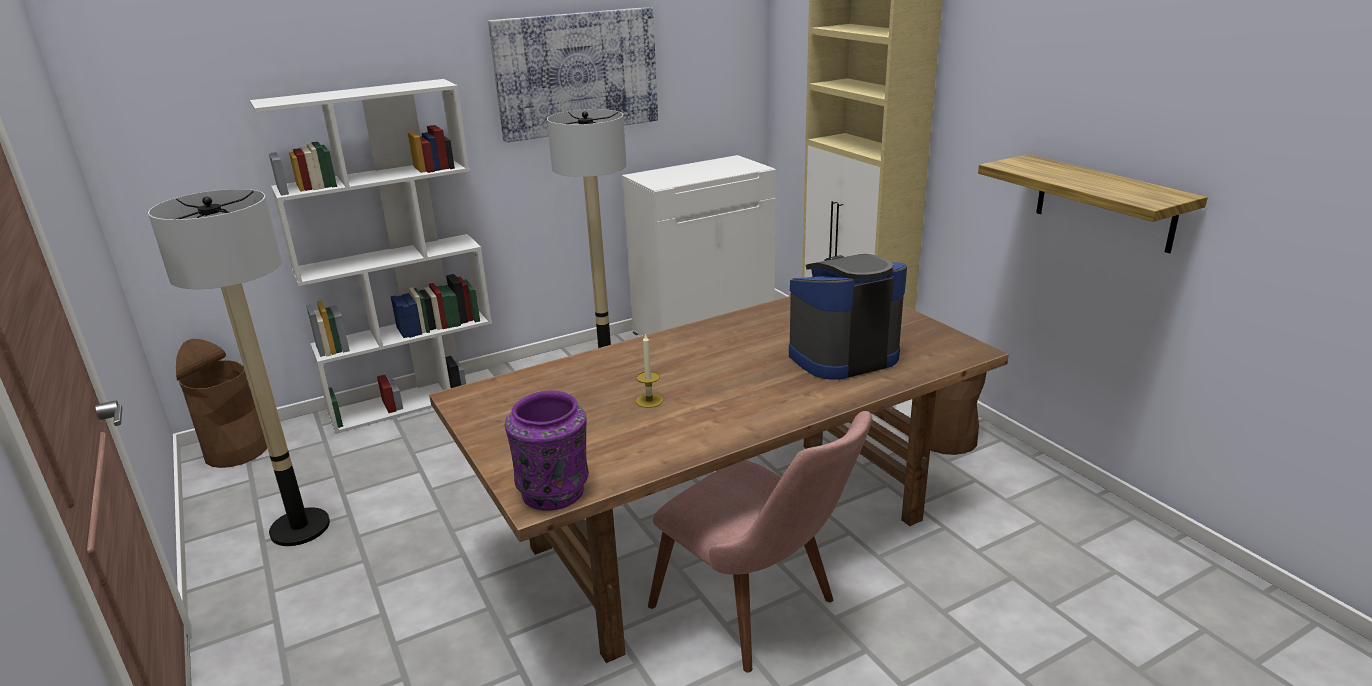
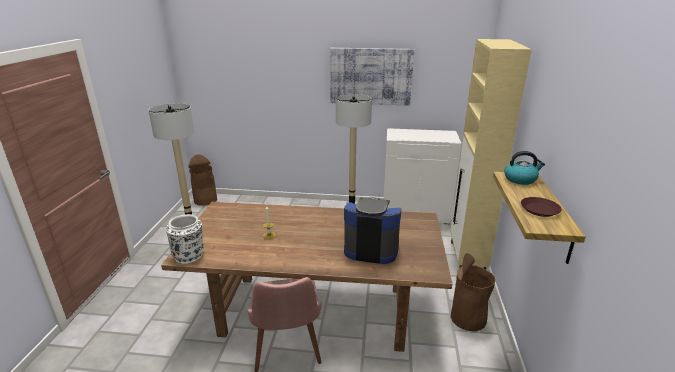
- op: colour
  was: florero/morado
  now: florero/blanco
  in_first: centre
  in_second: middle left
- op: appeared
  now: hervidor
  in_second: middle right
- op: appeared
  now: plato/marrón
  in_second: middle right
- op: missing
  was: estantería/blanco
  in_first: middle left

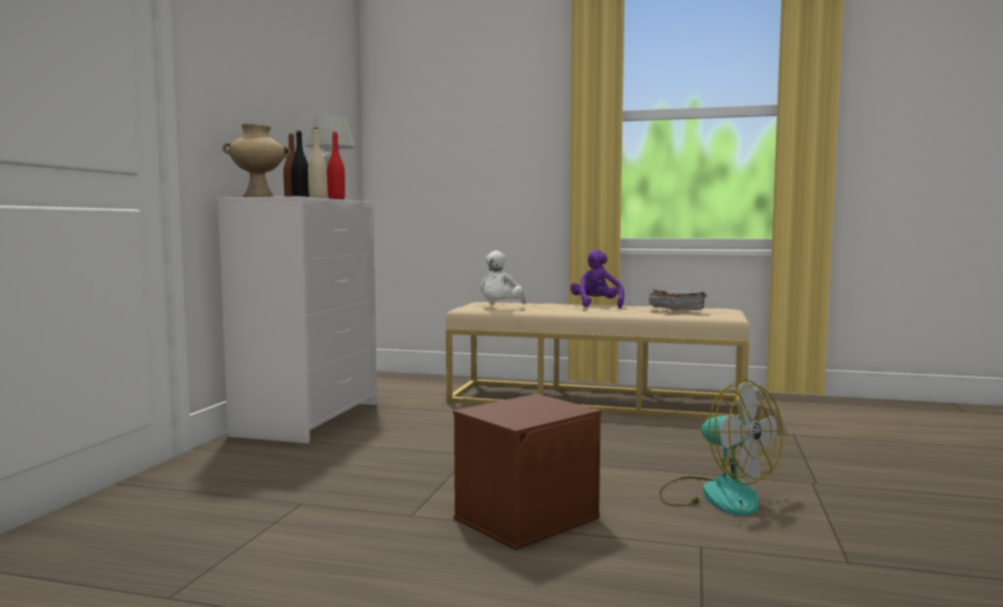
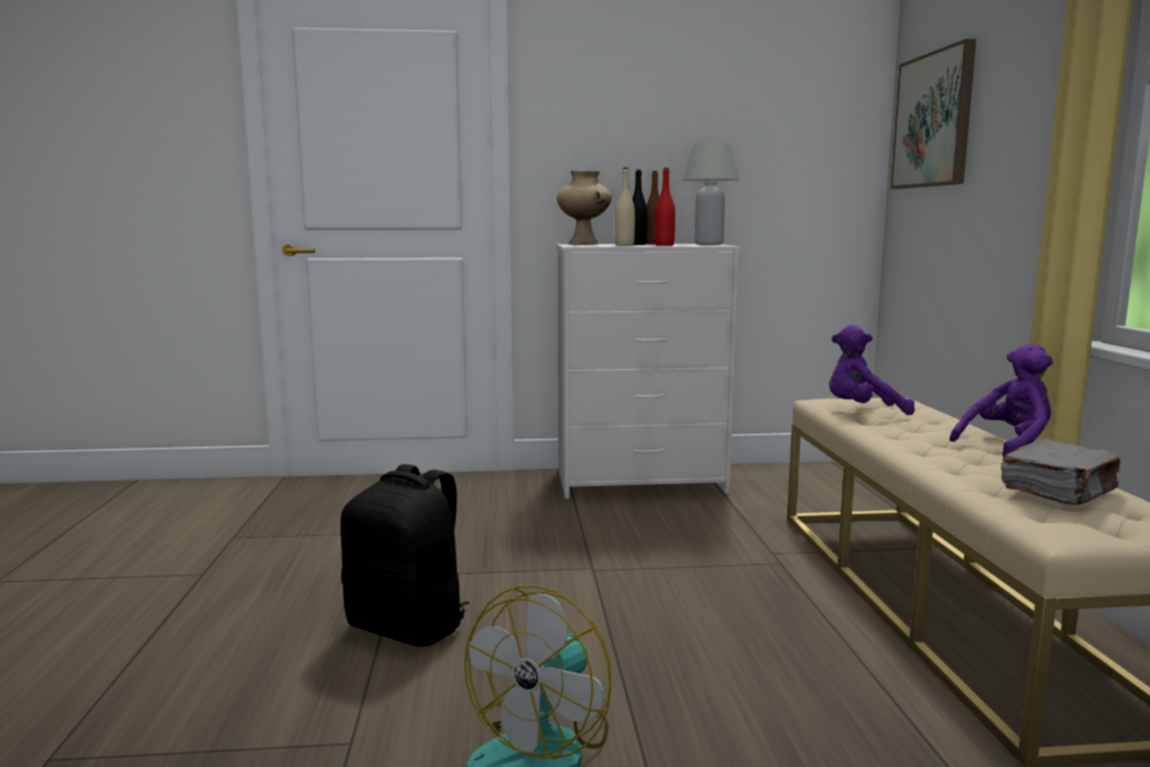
- op: exchanged
  was: caja de almacenaje/marrón
  now: mochila/negro
  in_first: bottom centre
  in_second: bottom centre
- op: colour
  was: peluche/blanco
  now: peluche/morado (no. 1 from left)
  in_first: centre
  in_second: middle right
- op: appeared
  now: cuadro
  in_second: top right

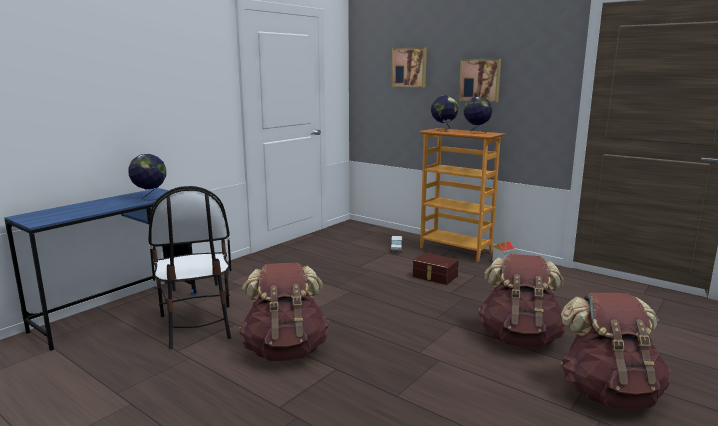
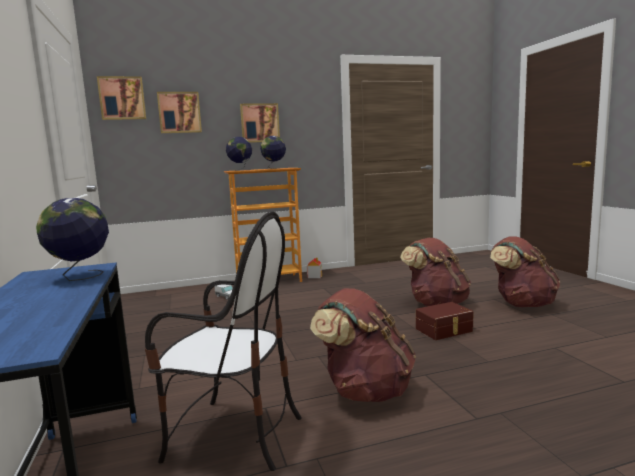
- op: appeared
  now: cuadro (no. 1 from left)
  in_second: top left
- op: relocated
  was: caja de almacenaje/marrón
  in_first: centre
  in_second: bottom right

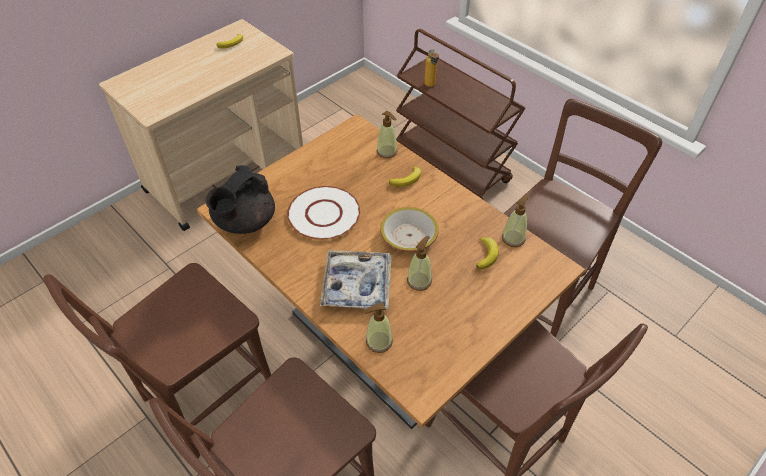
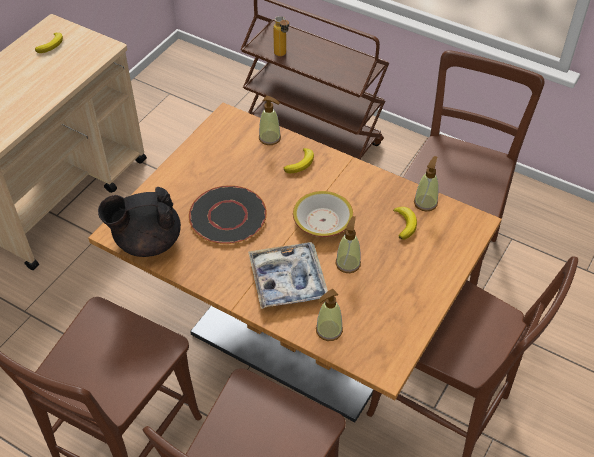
- op: spun
  was: tetera/negro
  in_first: middle left
  in_second: middle left
  clockwise: 60
- op: colour
  was: plato/blanco
  now: plato/negro
  in_first: centre
  in_second: centre

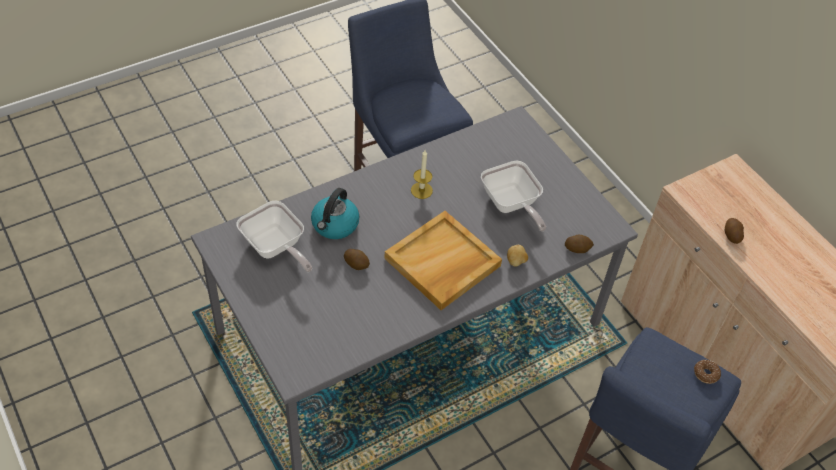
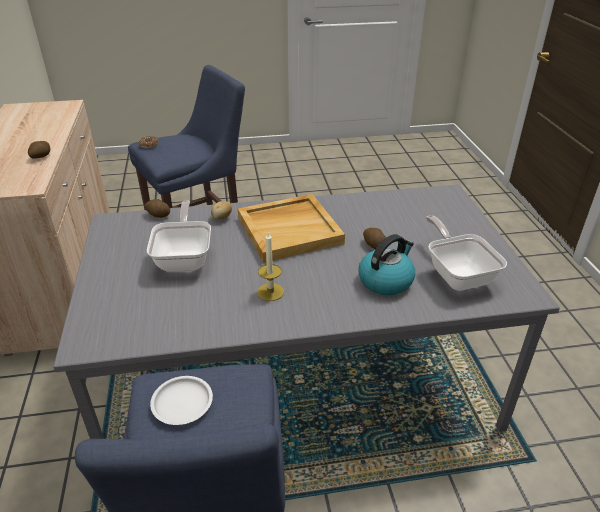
- op: appeared
  now: plato/blanco
  in_second: bottom left

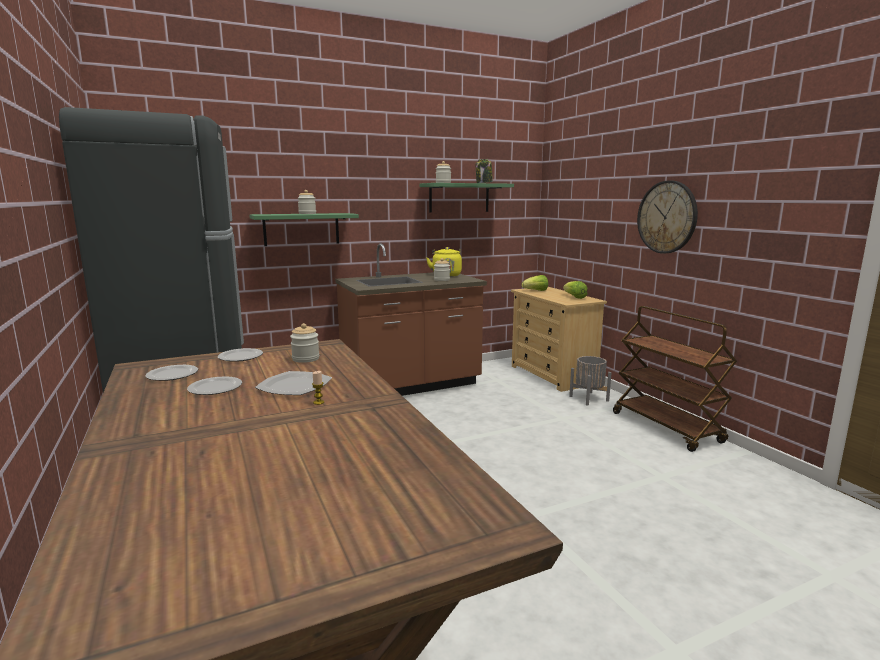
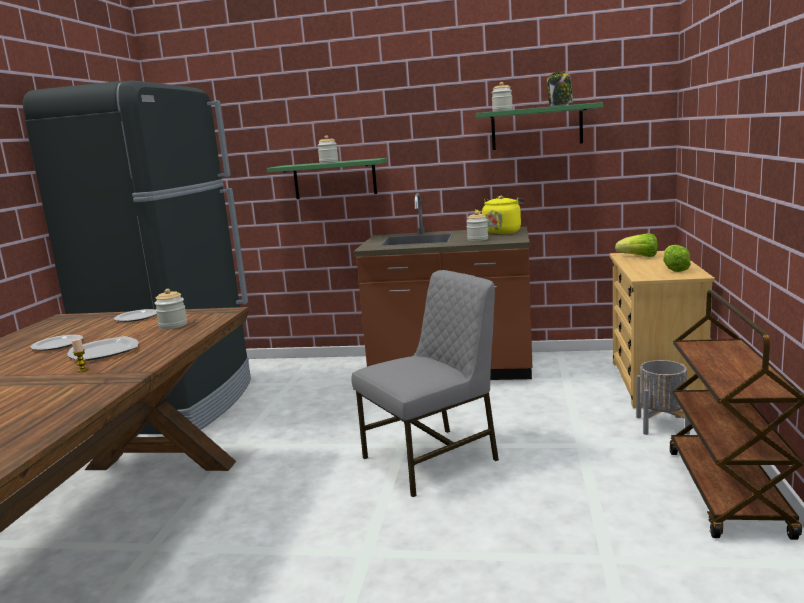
- op: appeared
  now: silla/gris
  in_second: centre
- op: missing
  was: plato (no. 1 from left)
  in_first: middle left
- op: missing
  was: reloj de pared
  in_first: top right

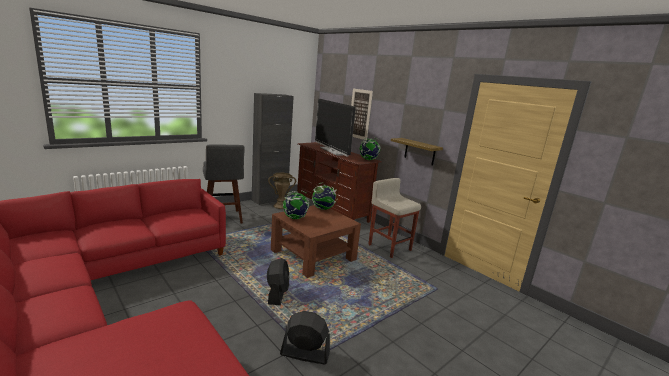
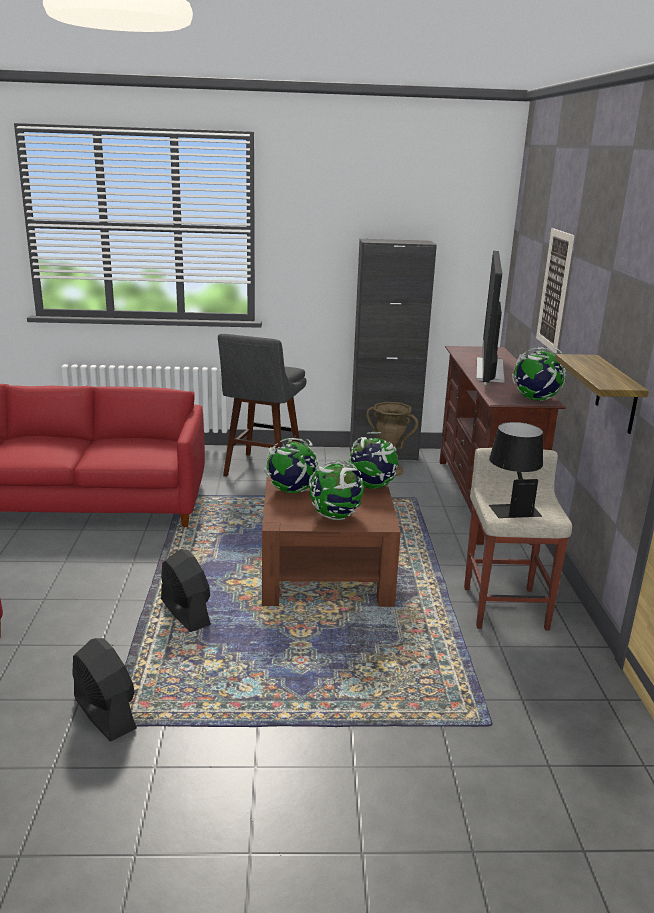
- op: spun
  was: ventilador/negro (no. 1 from left in the first image)
  in_first: bottom centre
  in_second: middle left
  clockwise: -75
- op: appeared
  now: globo terráqueo (no. 2 from left)
  in_second: centre
- op: appeared
  now: lámpara de mesa/negro
  in_second: middle right

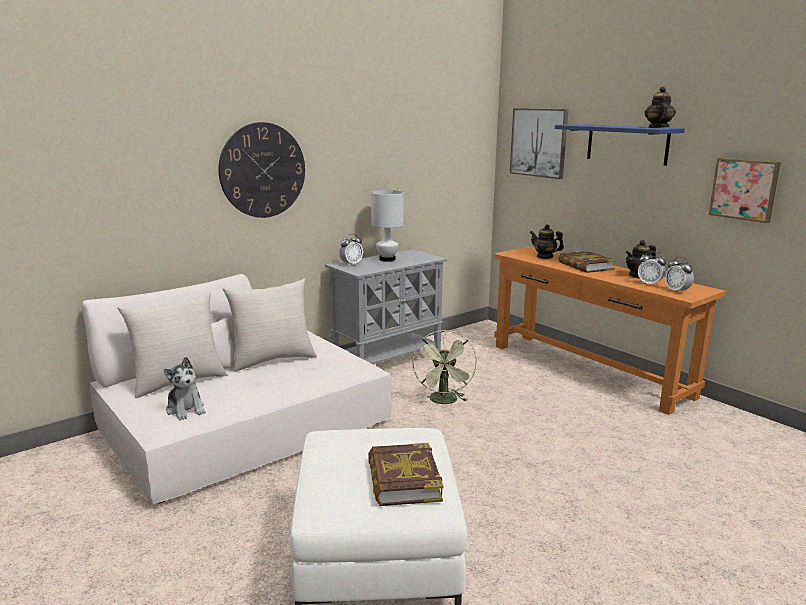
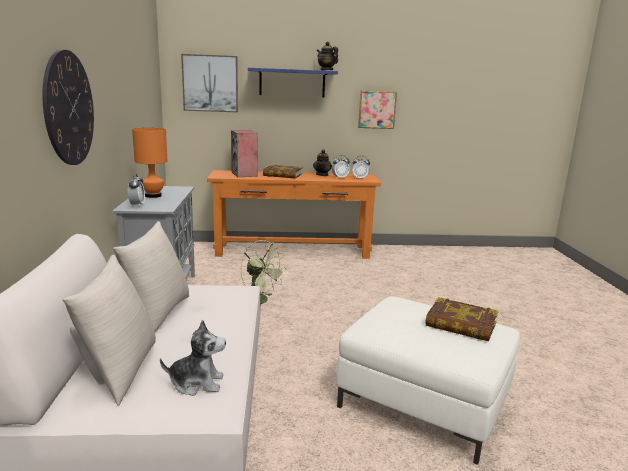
- op: colour
  was: lámpara de mesa/blanco
  now: lámpara de mesa/naranja
  in_first: centre
  in_second: middle left
- op: exchanged
  was: tetera (no. 1 from left)
  now: altavoz
  in_first: middle right
  in_second: top centre

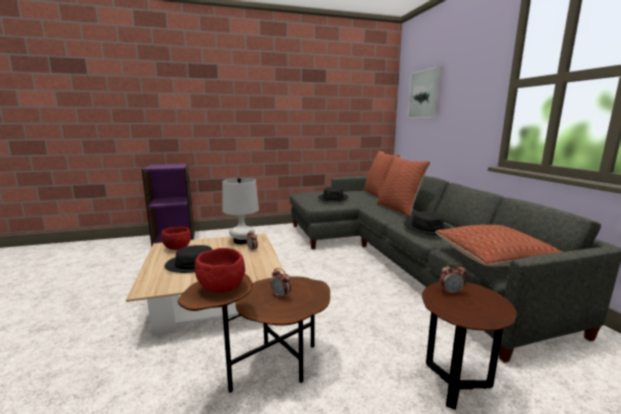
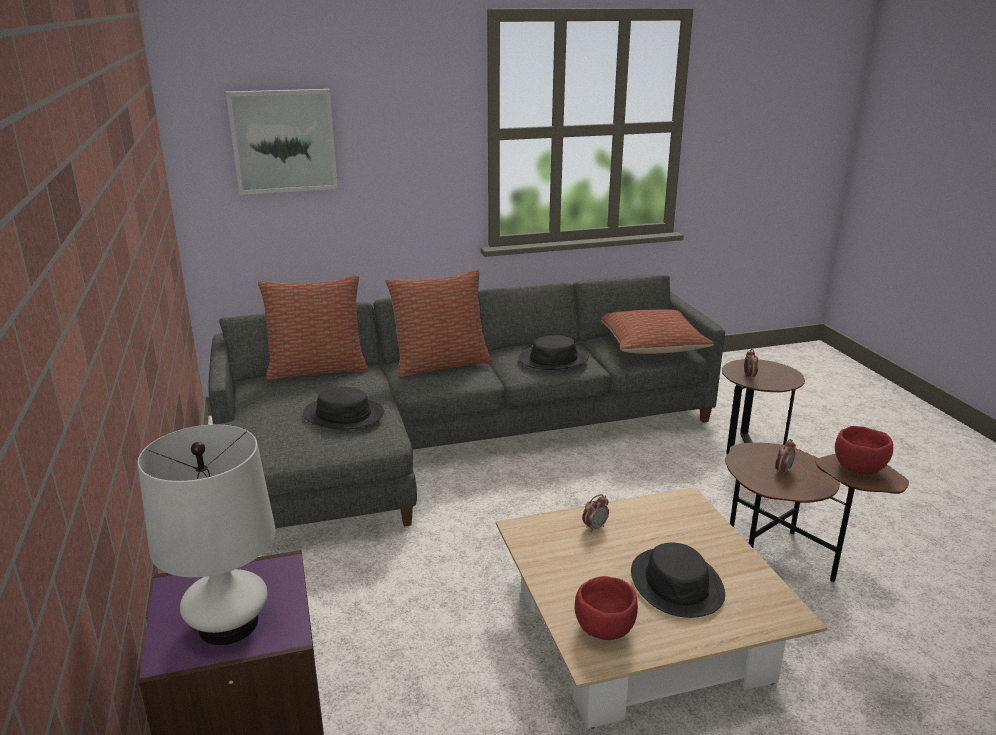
- op: relocated
  was: lámpara de mesa/blanco
  in_first: centre
  in_second: bottom left

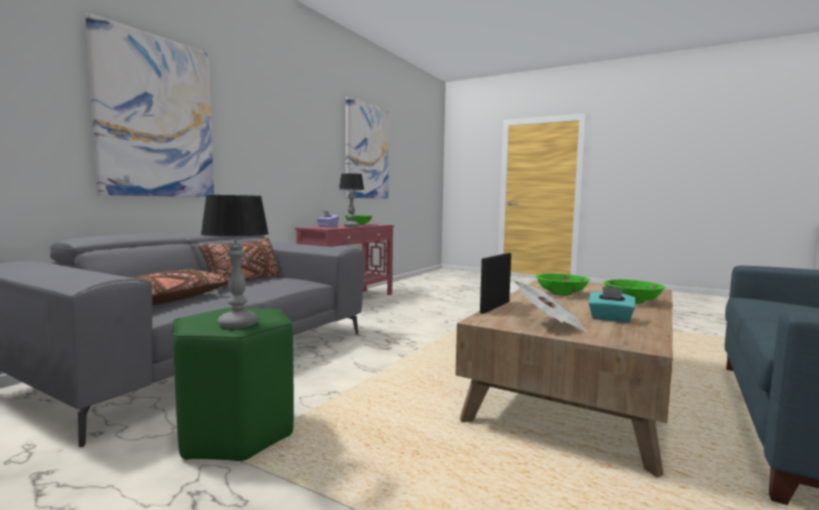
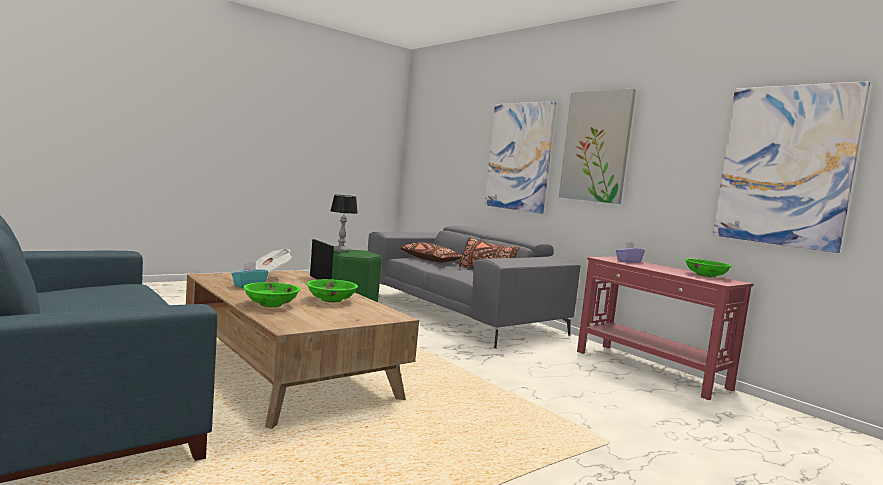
- op: appeared
  now: cuadro (no. 2 from left)
  in_second: top right
- op: missing
  was: lámpara de mesa (no. 2 from left)
  in_first: centre

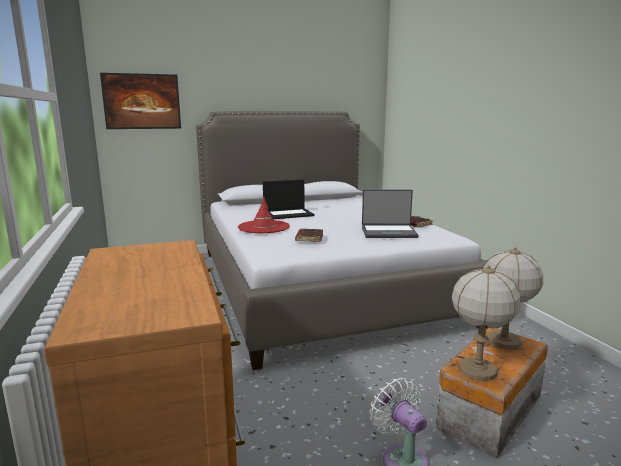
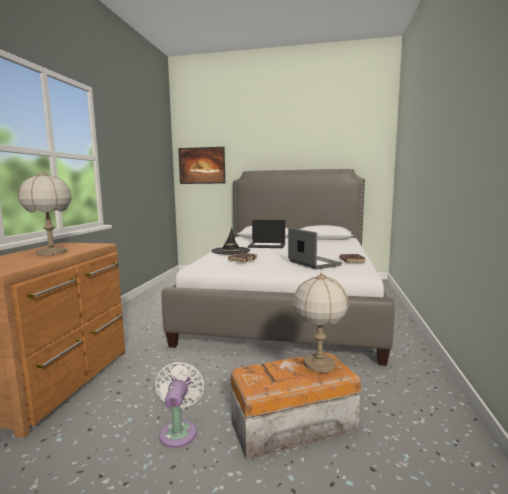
- op: relocated
  was: lámpara de mesa (no. 1 from left)
  in_first: bottom right
  in_second: middle left
- op: colour
  was: sombrero/rojo
  now: sombrero/negro
  in_first: centre
  in_second: centre
- op: spun
  was: portátil (no. 2 from left)
  in_first: centre
  in_second: centre
  clockwise: -150

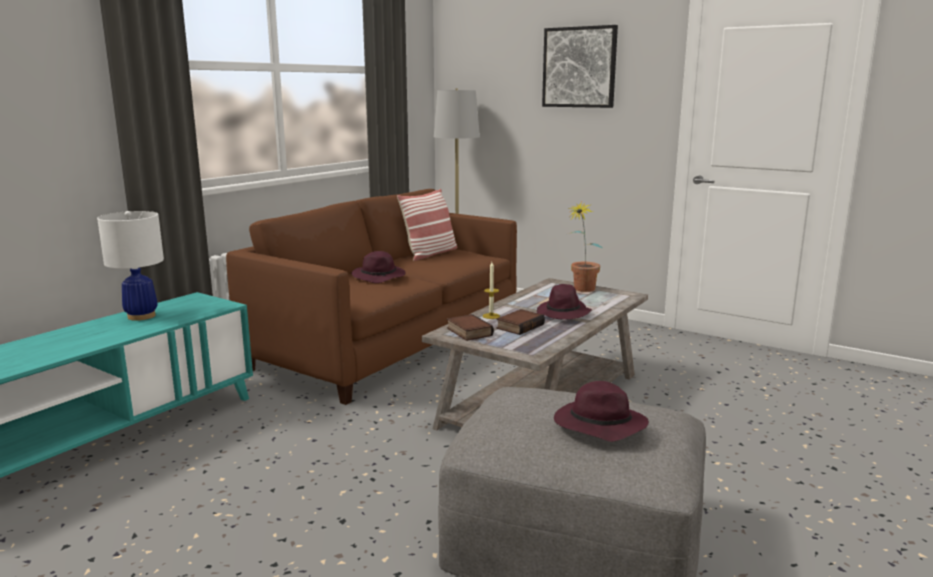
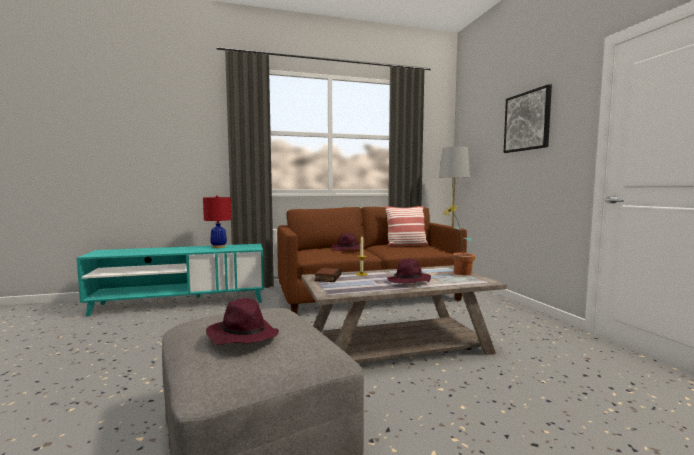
- op: colour
  was: lámpara de mesa/blanco
  now: lámpara de mesa/rojo
  in_first: middle left
  in_second: middle left
- op: missing
  was: libro (no. 2 from left)
  in_first: centre

